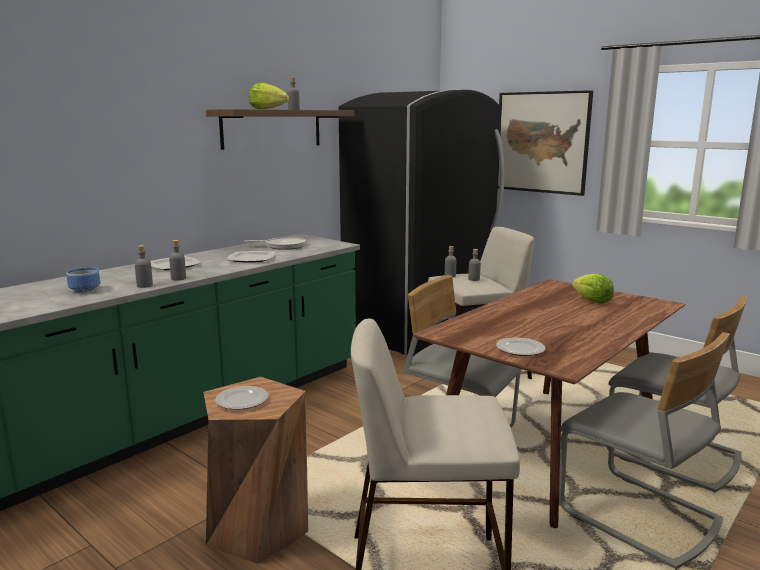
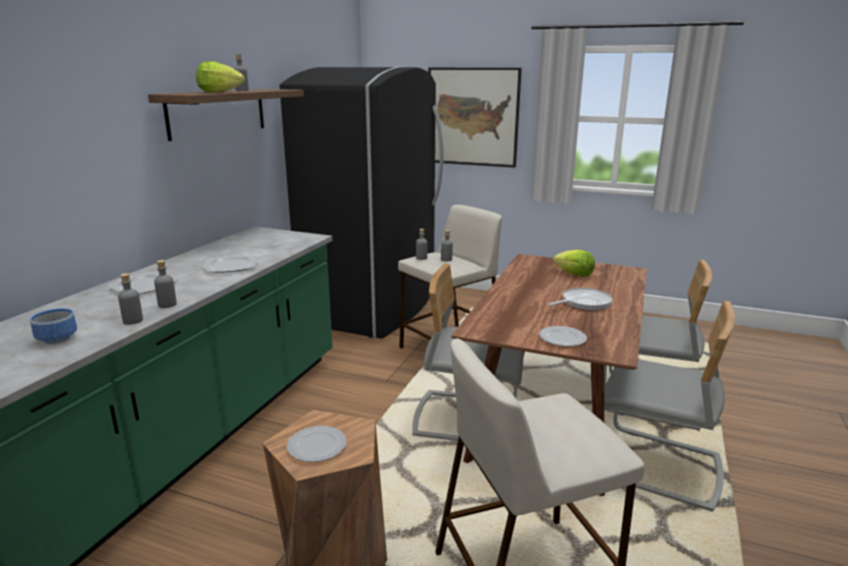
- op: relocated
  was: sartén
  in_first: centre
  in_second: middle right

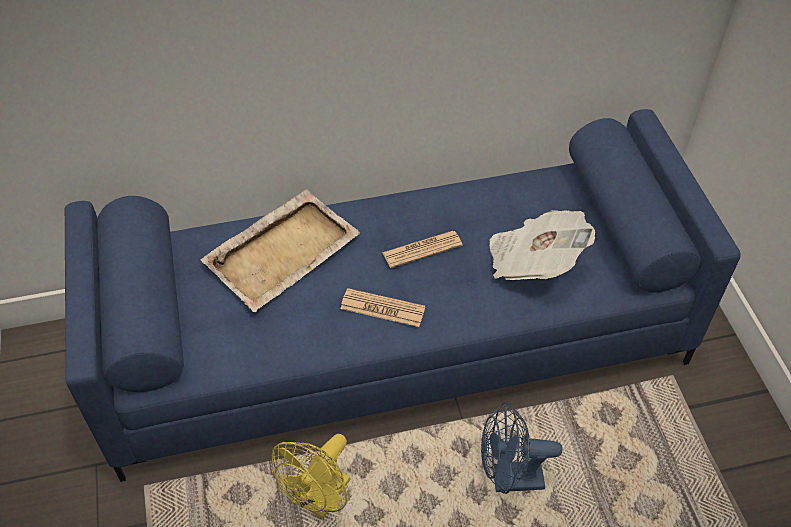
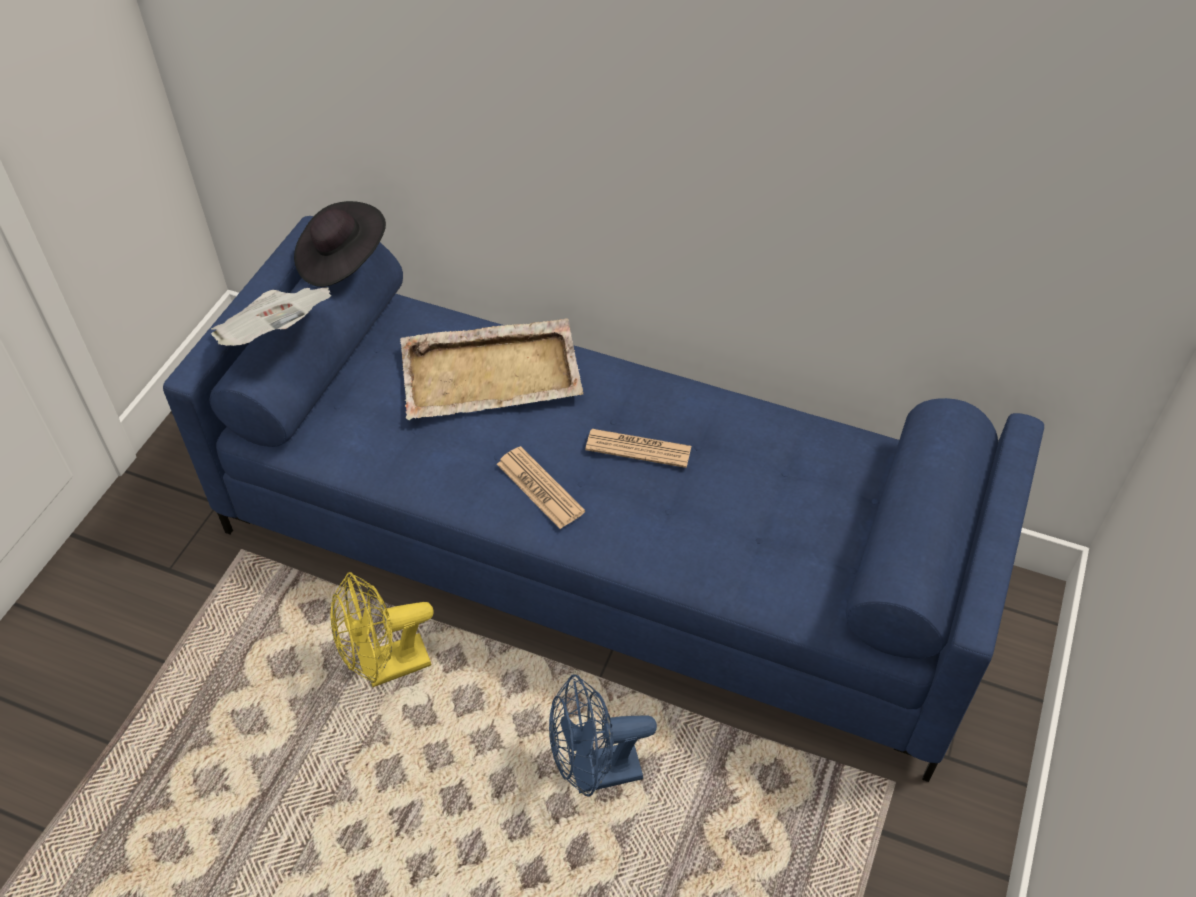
- op: relocated
  was: periódico (no. 3 from left in the first image)
  now: periódico (no. 1 from left)
  in_first: middle right
  in_second: middle left
- op: appeared
  now: sombrero/negro
  in_second: top left
- op: spun
  was: ventilador/azul
  in_first: bottom centre
  in_second: bottom centre
  clockwise: -45

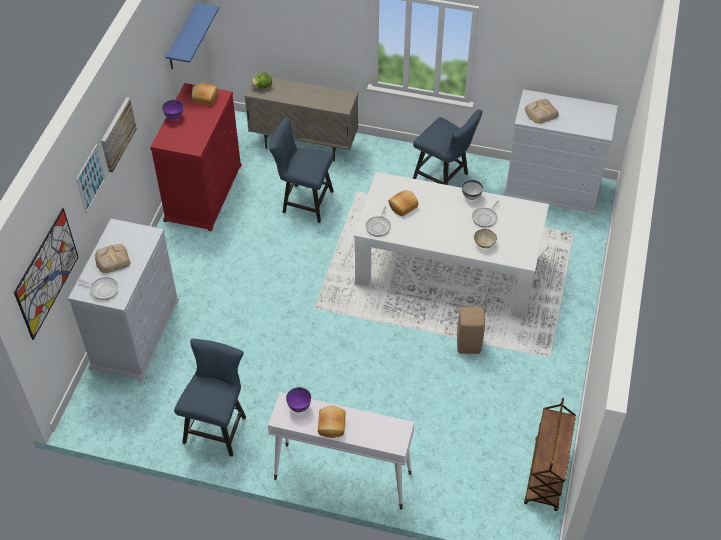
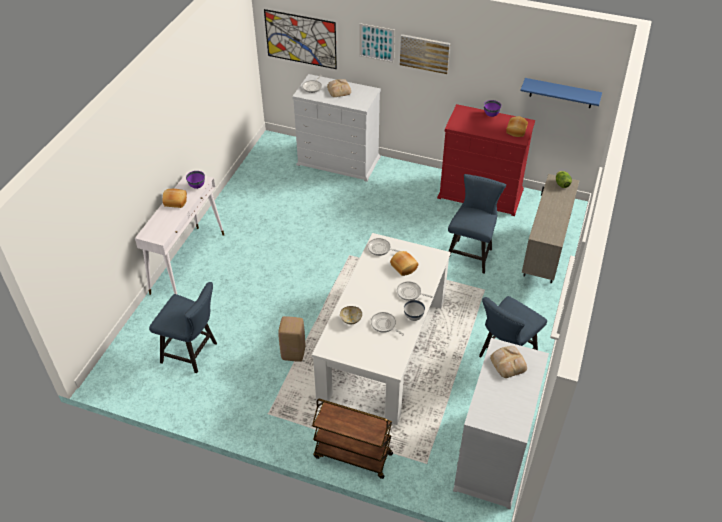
- op: relocated
  was: silla/azul (no. 1 from left)
  in_first: bottom left
  in_second: middle left
- op: relocated
  was: carrito/marrón
  in_first: bottom right
  in_second: bottom centre
- op: appeared
  now: sartén (no. 4 from left)
  in_second: centre

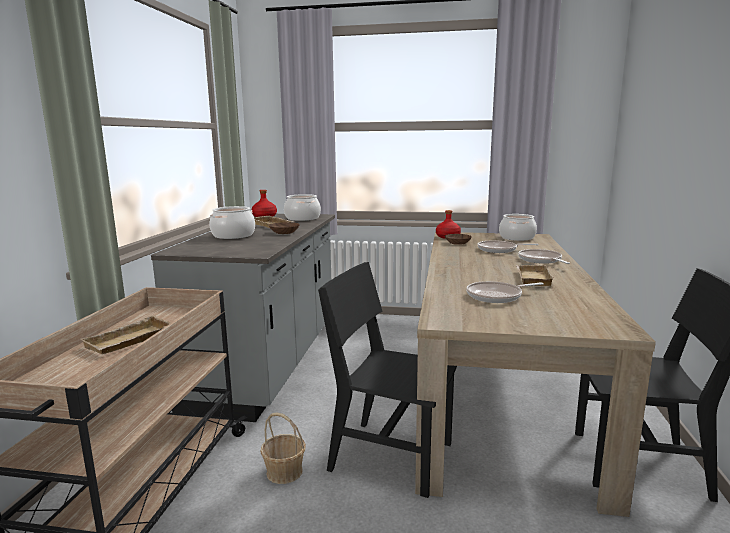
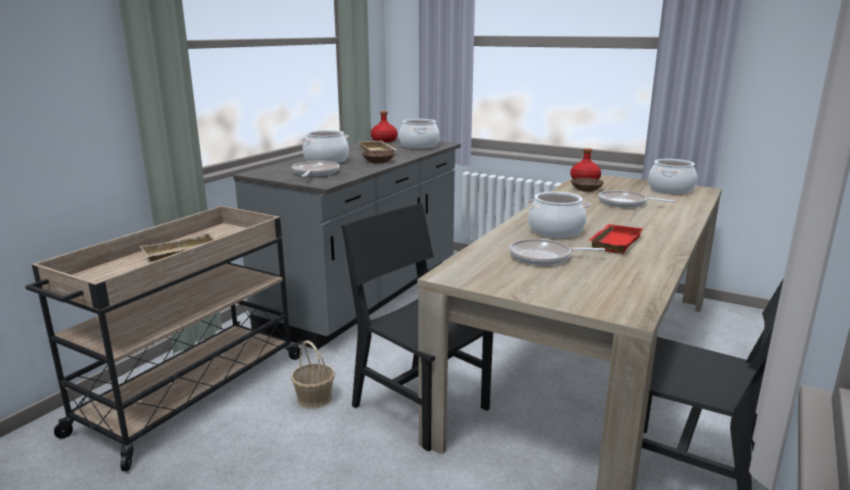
- op: relocated
  was: sartén (no. 3 from left in the first image)
  now: sartén (no. 1 from left)
  in_first: middle right
  in_second: centre
- op: appeared
  now: olla (no. 3 from left)
  in_second: centre
- op: colour
  was: bandeja/beis (no. 3 from left)
  now: bandeja/rojo
  in_first: middle right
  in_second: middle right

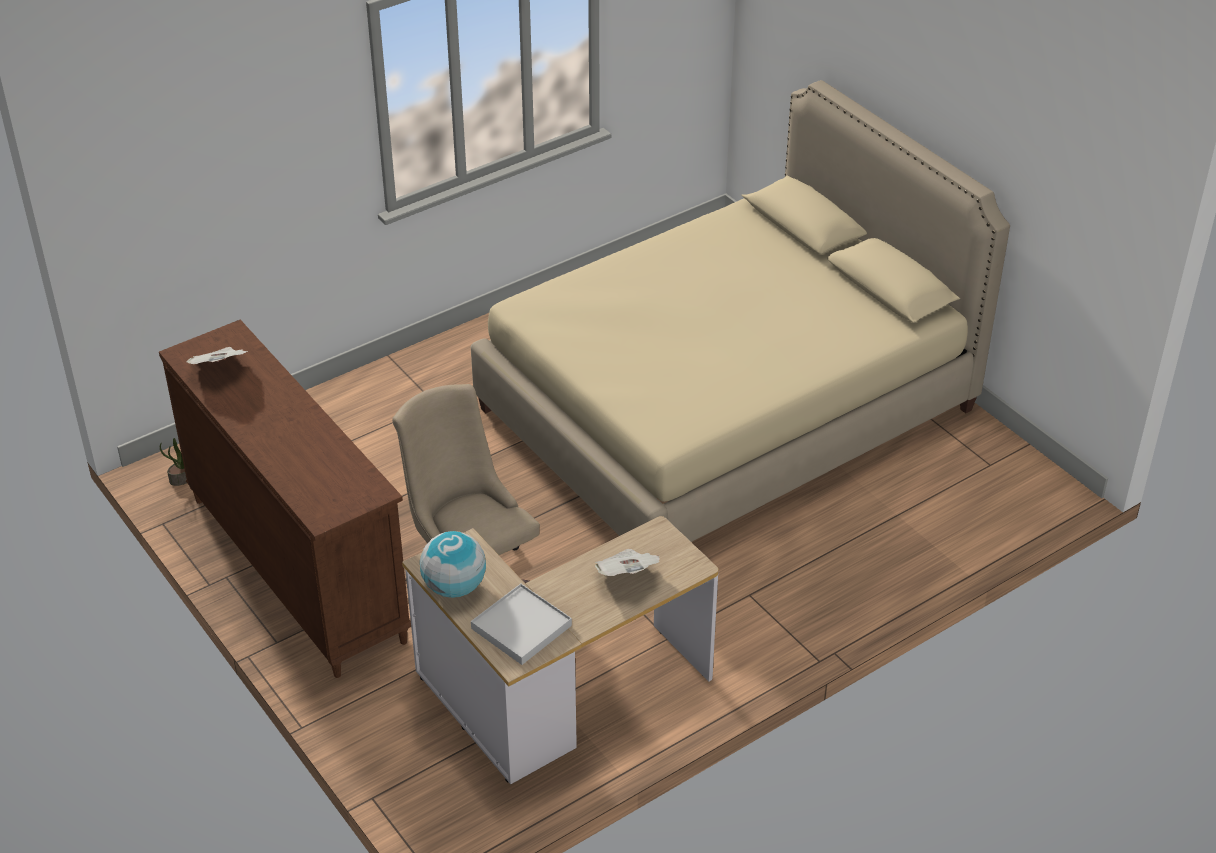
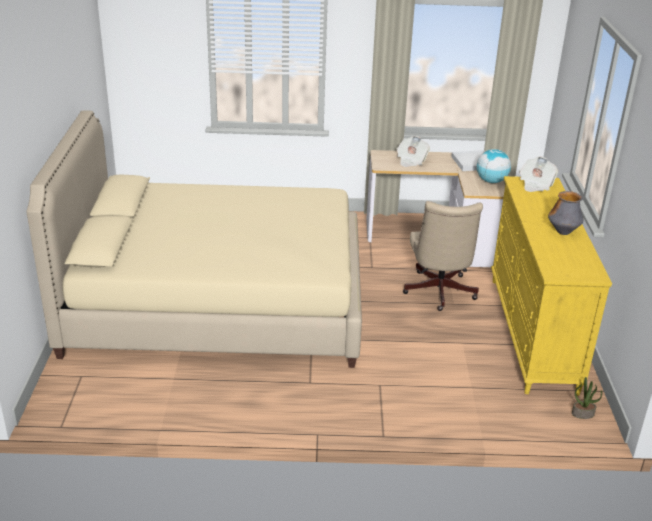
- op: colour
  was: cómoda/marrón
  now: cómoda/amarillo
  in_first: middle left
  in_second: middle right
- op: relocated
  was: periódico (no. 1 from left in the first image)
  now: periódico (no. 2 from left)
  in_first: middle left
  in_second: middle right
- op: appeared
  now: florero
  in_second: middle right

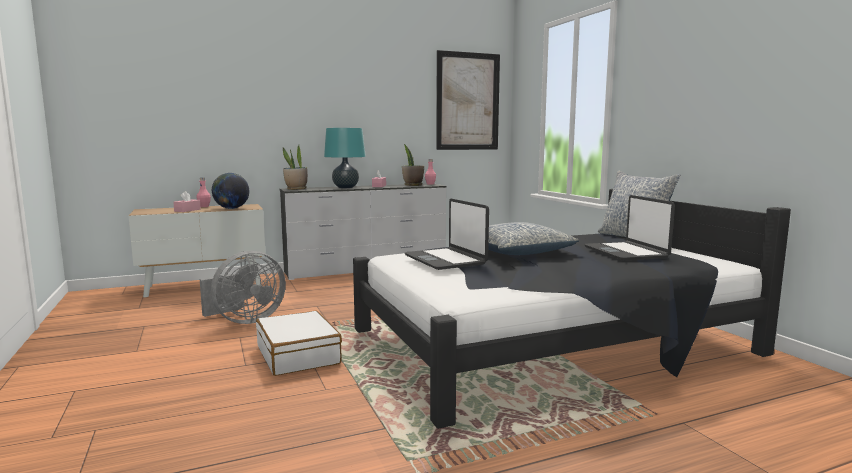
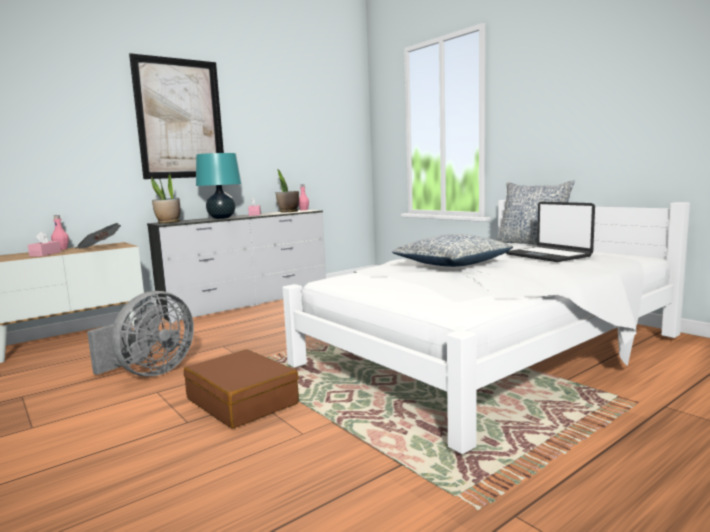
- op: exchanged
  was: globo terráqueo
  now: periódico
  in_first: middle left
  in_second: middle left
- op: relocated
  was: cuadro
  in_first: top centre
  in_second: top left
- op: colour
  was: maleta/blanco
  now: maleta/marrón
  in_first: bottom centre
  in_second: bottom centre
- op: colour
  was: cama/negro
  now: cama/blanco
  in_first: middle right
  in_second: middle right
- op: missing
  was: portátil (no. 1 from left)
  in_first: centre

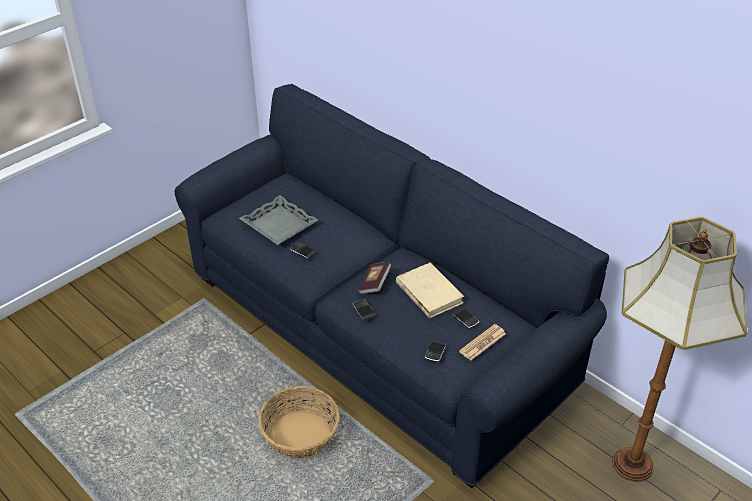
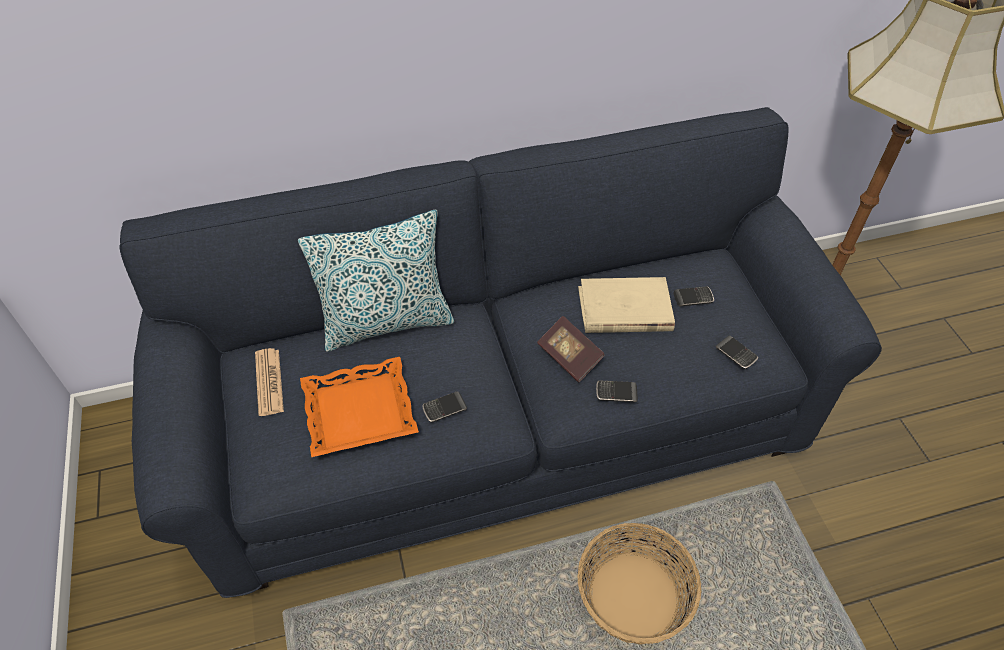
- op: relocated
  was: periódico
  in_first: bottom centre
  in_second: middle left
- op: appeared
  now: cojín
  in_second: centre
- op: colour
  was: bandeja/gris
  now: bandeja/naranja
  in_first: centre
  in_second: centre

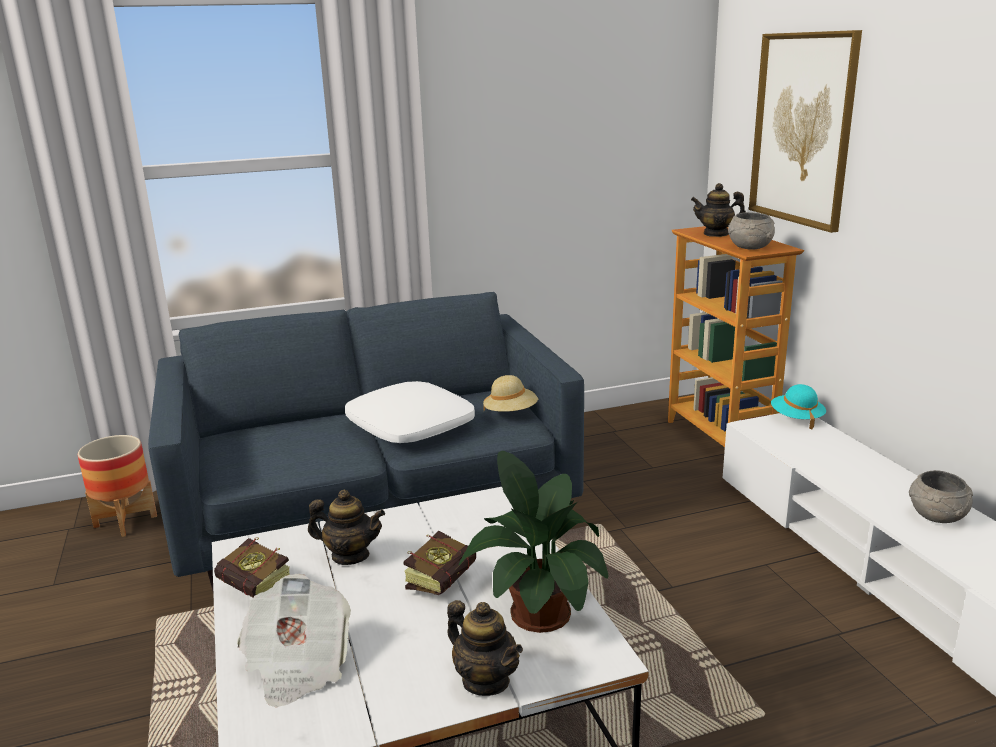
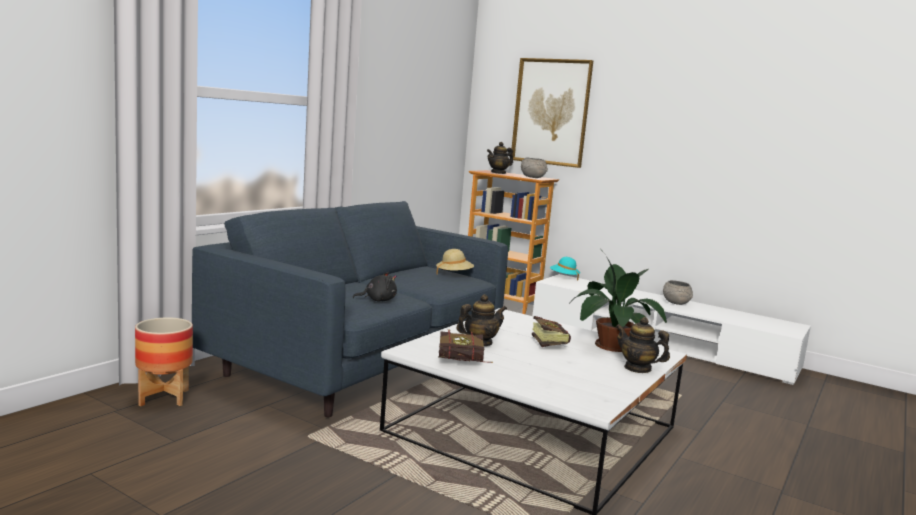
- op: appeared
  now: peluche/negro
  in_second: centre
- op: spun
  was: tetera (no. 2 from left in the first image)
  in_first: bottom centre
  in_second: bottom right
  clockwise: -150
- op: missing
  was: periódico
  in_first: bottom left
- op: missing
  was: cojín/blanco
  in_first: centre

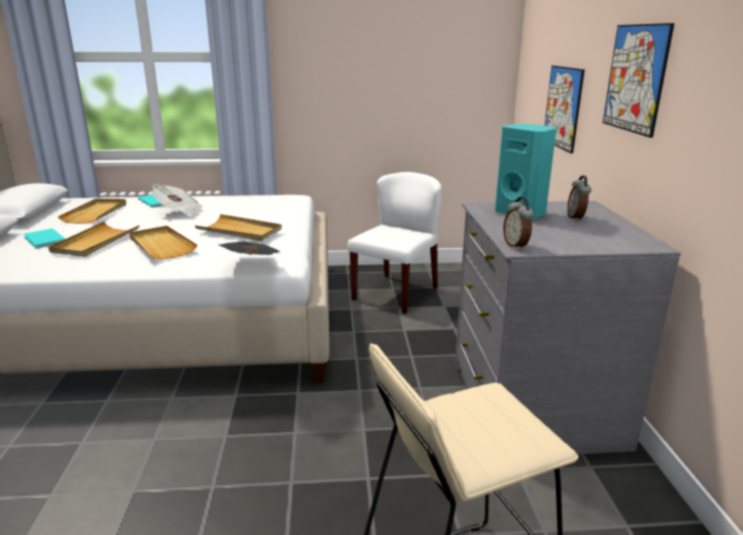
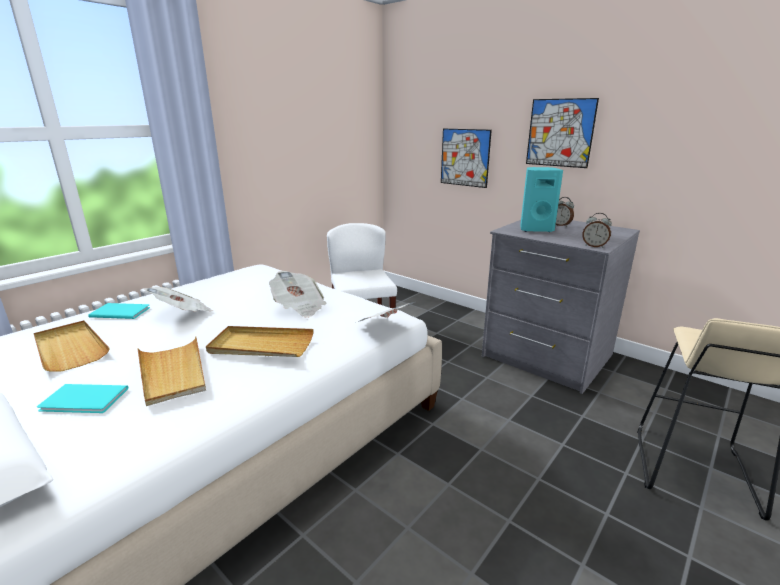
- op: exchanged
  was: bandeja/beis (no. 4 from left)
  now: periódico (no. 2 from left)
  in_first: middle left
  in_second: centre

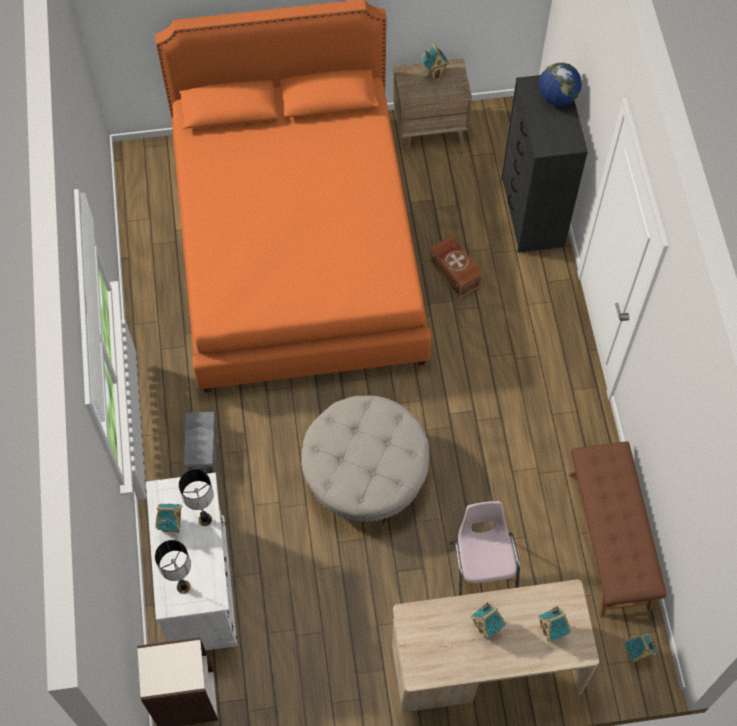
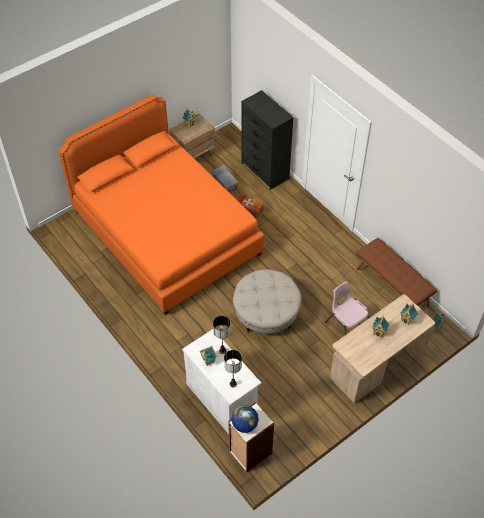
- op: relocated
  was: caja de almacenaje/gris
  in_first: middle left
  in_second: centre
- op: relocated
  was: globo terráqueo
  in_first: top right
  in_second: bottom centre

